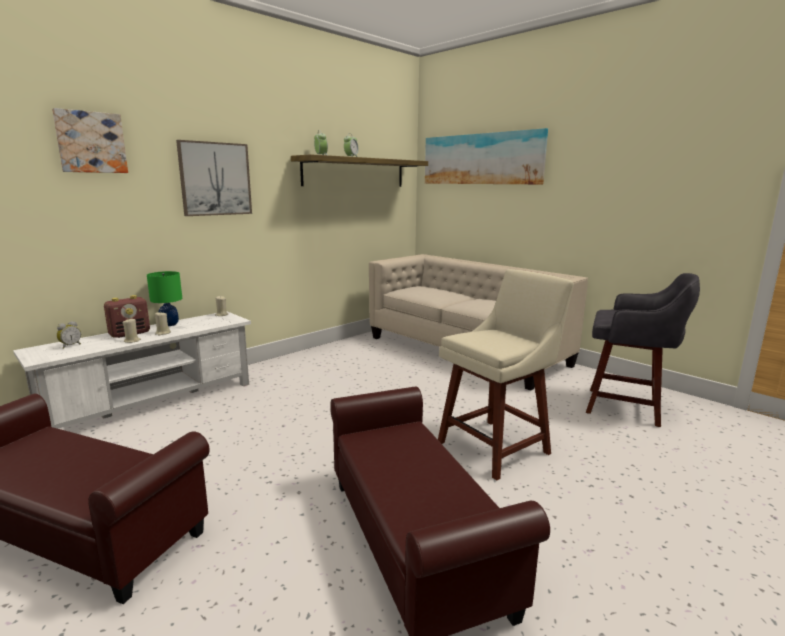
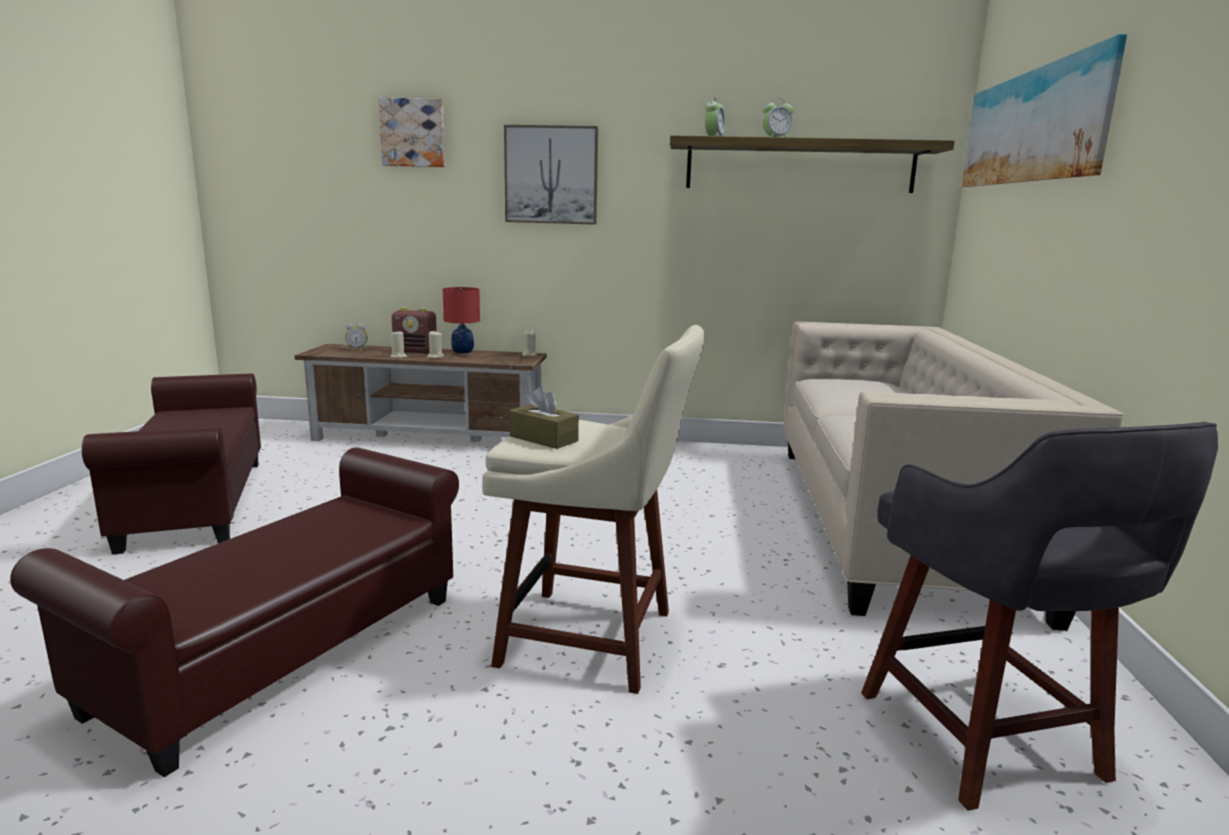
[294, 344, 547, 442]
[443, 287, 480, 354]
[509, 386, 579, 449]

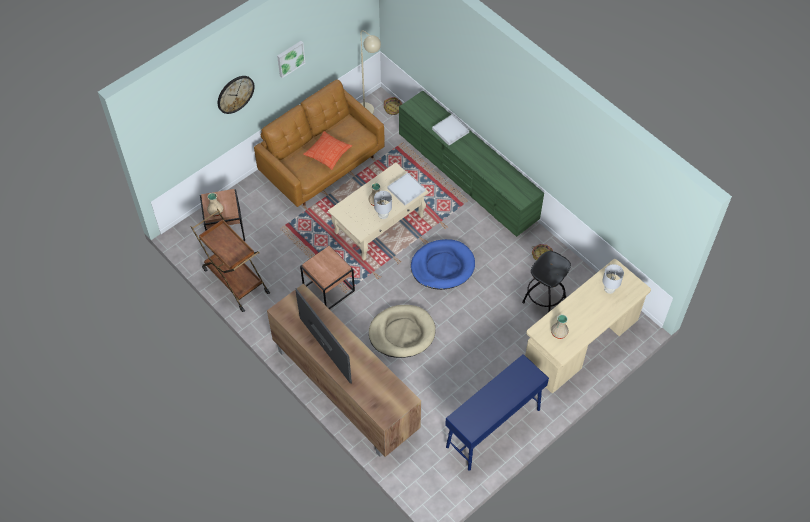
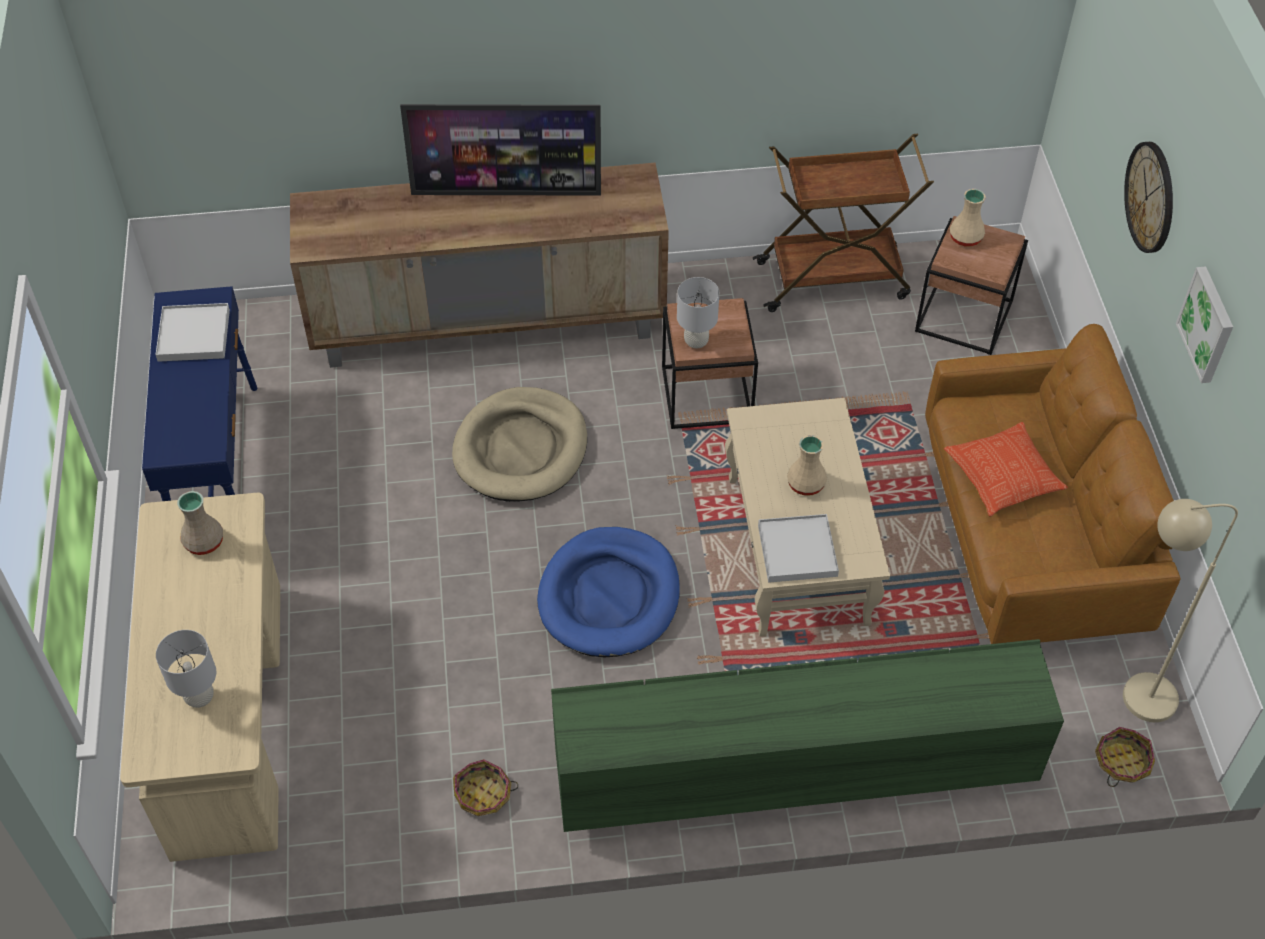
[155, 303, 230, 362]
[677, 277, 719, 348]
[522, 251, 571, 312] (first image)

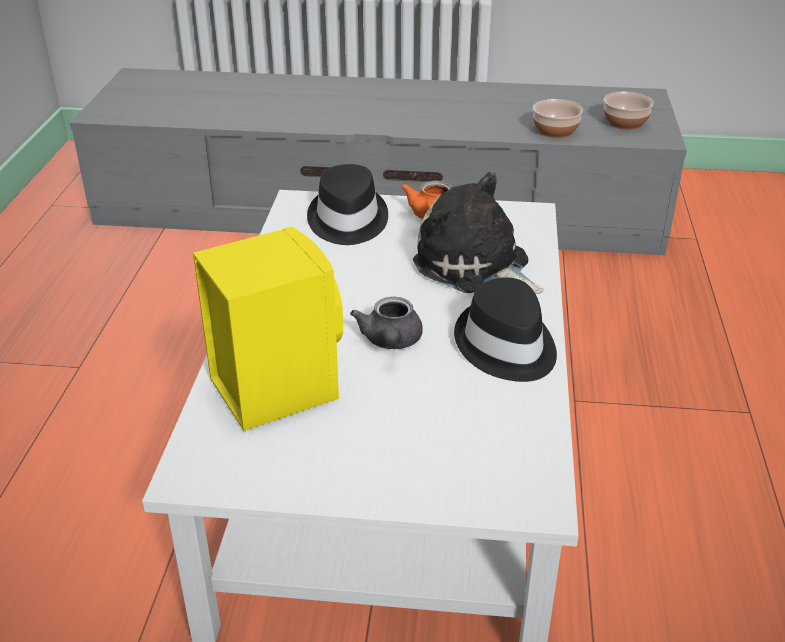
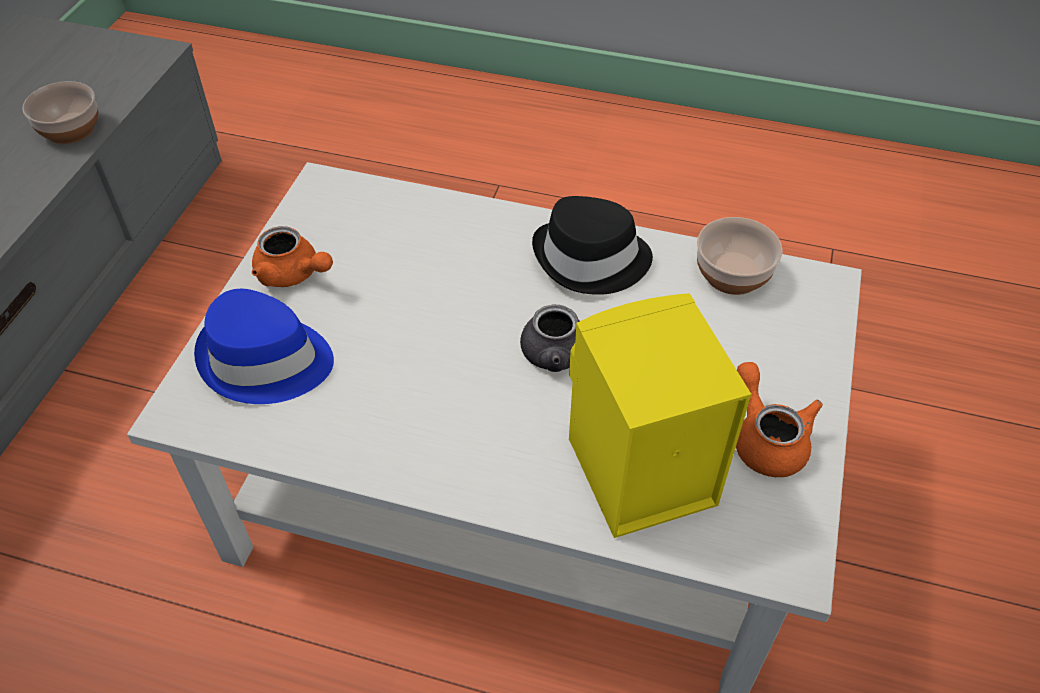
[194, 289, 334, 404]
[697, 217, 783, 295]
[736, 362, 823, 477]
[413, 172, 544, 293] (first image)

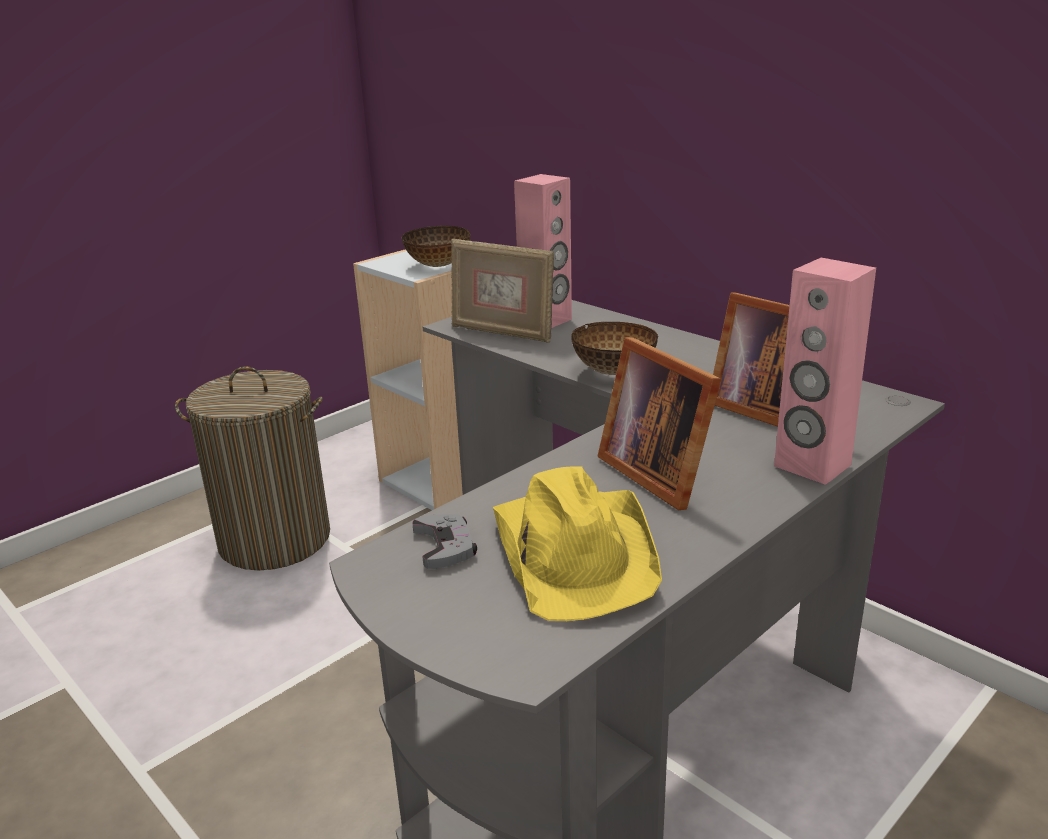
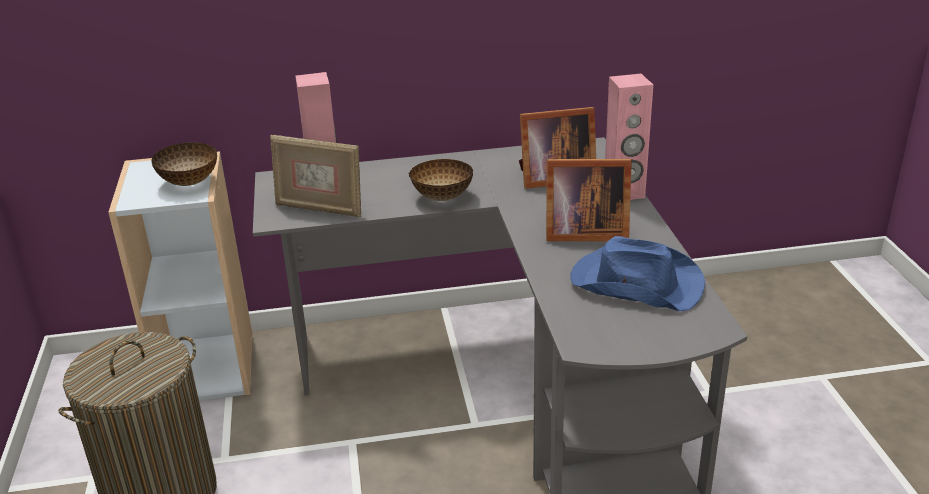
[270, 135, 361, 217]
[570, 236, 705, 312]
[413, 514, 477, 569] (first image)

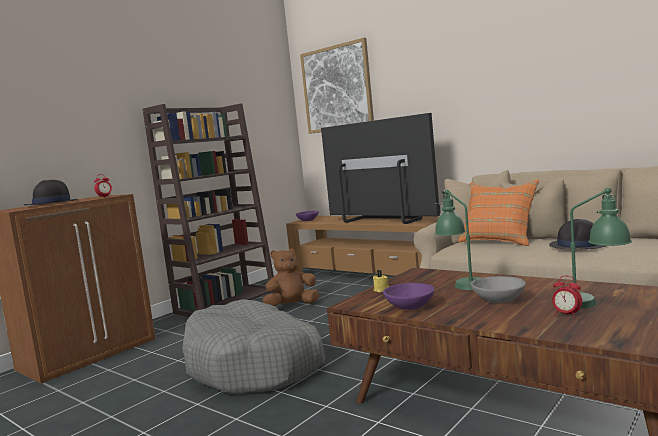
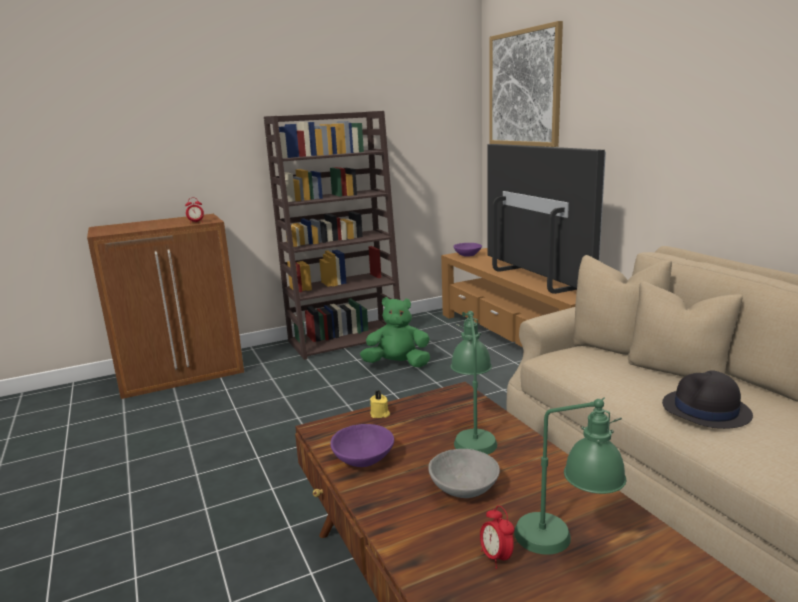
[360, 297, 430, 367]
[24, 180, 77, 205] (first image)
[182, 299, 325, 394] (first image)
[458, 180, 539, 246] (first image)

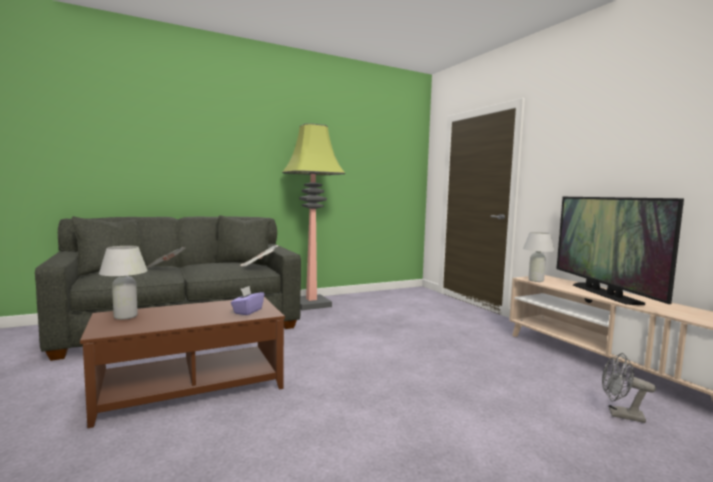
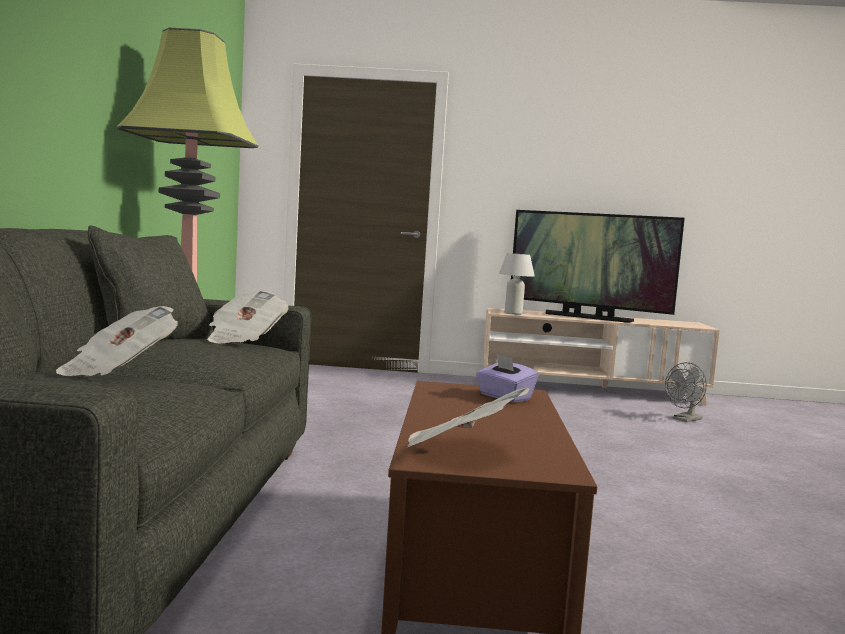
[406, 388, 529, 448]

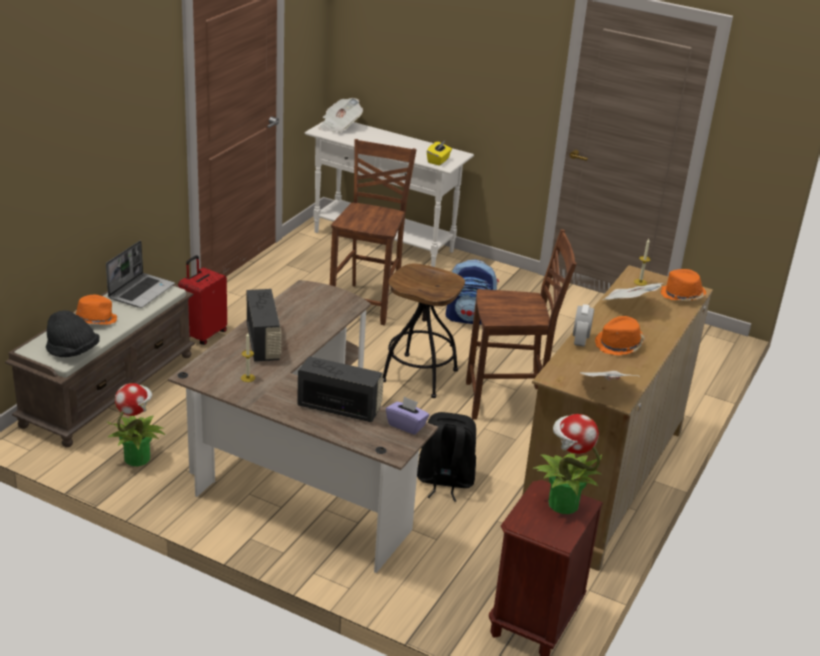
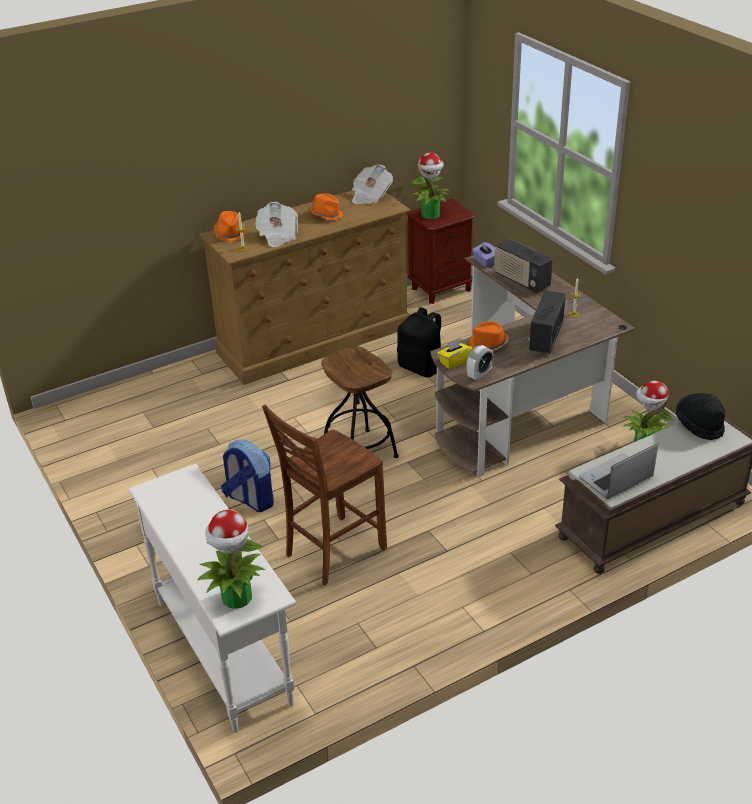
[197, 510, 265, 609]
[437, 339, 472, 369]
[467, 345, 494, 381]
[468, 321, 509, 351]
[178, 255, 227, 345] (first image)
[466, 229, 577, 420] (first image)

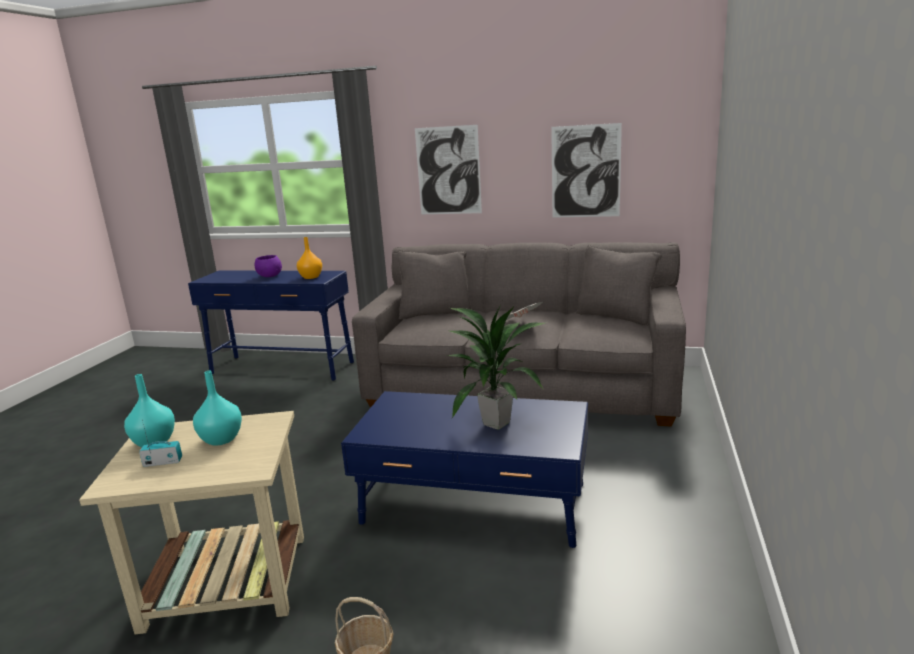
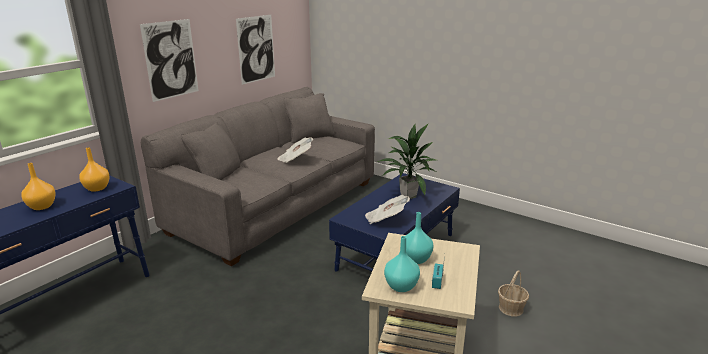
[21, 163, 56, 210]
[365, 195, 410, 224]

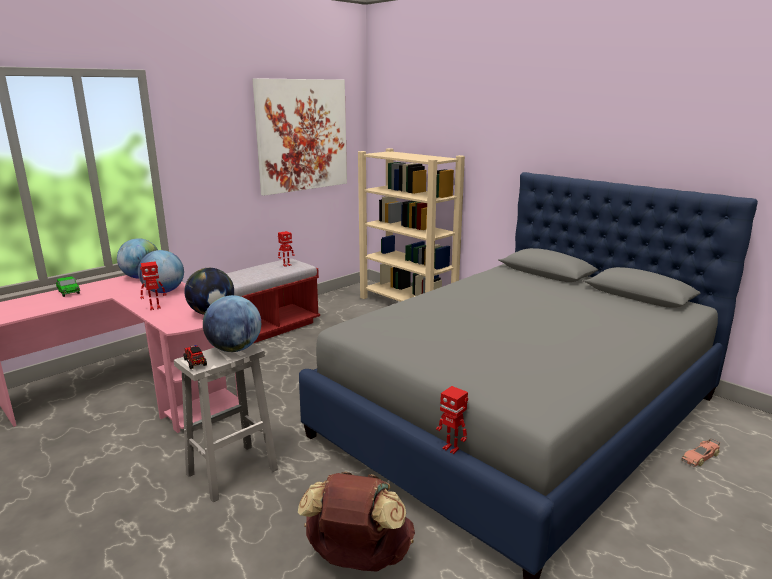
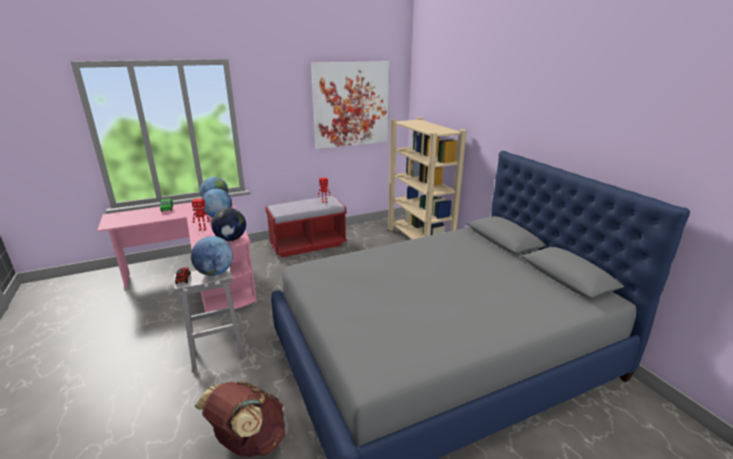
[436, 386, 468, 454] (first image)
[681, 438, 720, 467] (first image)

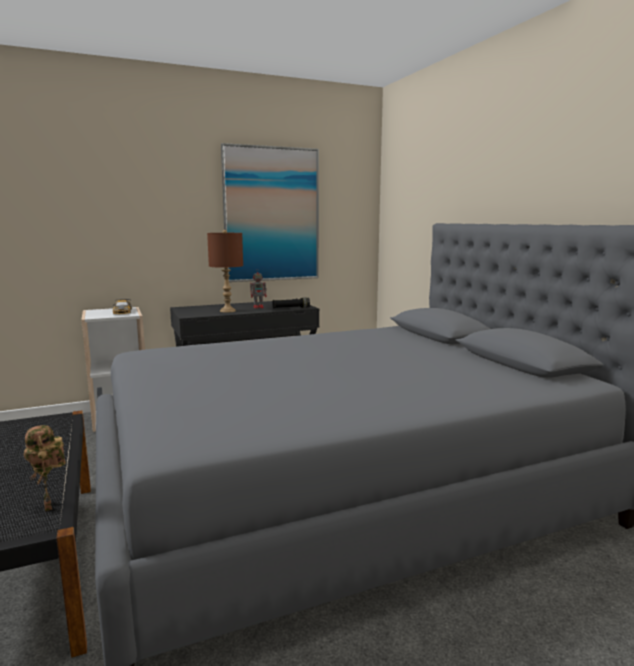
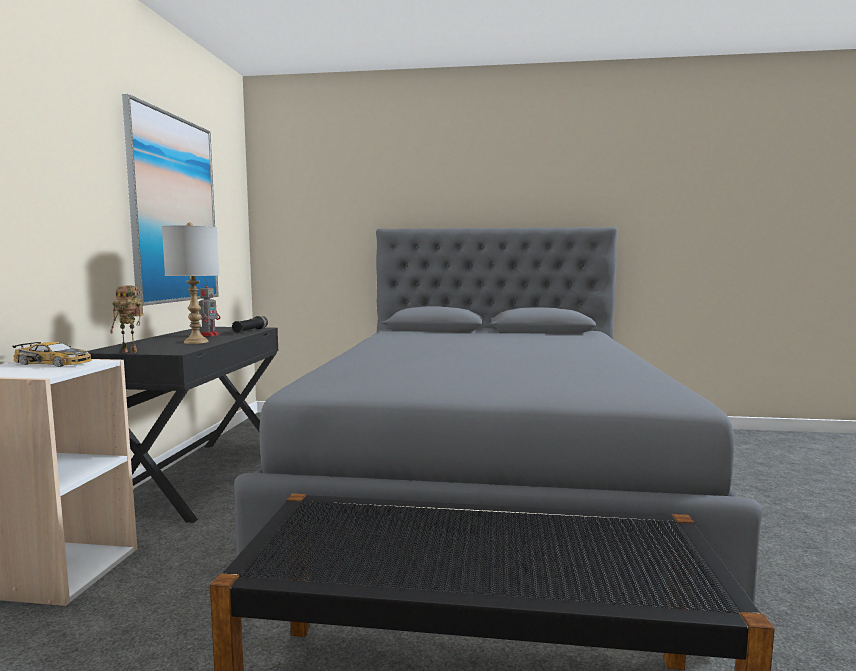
[110, 285, 144, 353]
[162, 222, 219, 344]

